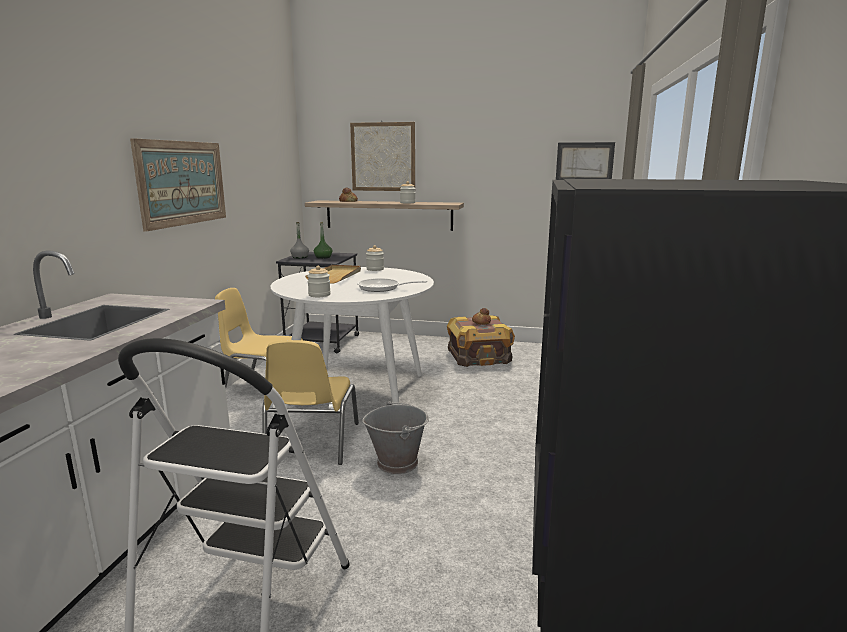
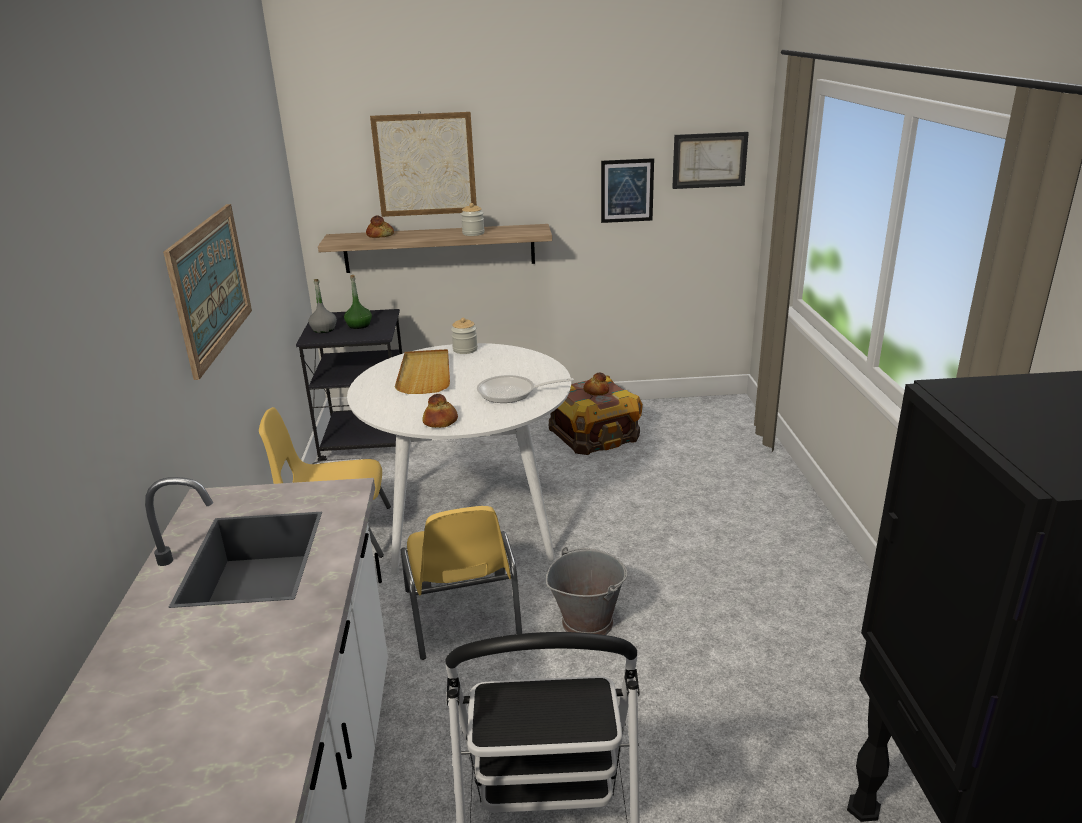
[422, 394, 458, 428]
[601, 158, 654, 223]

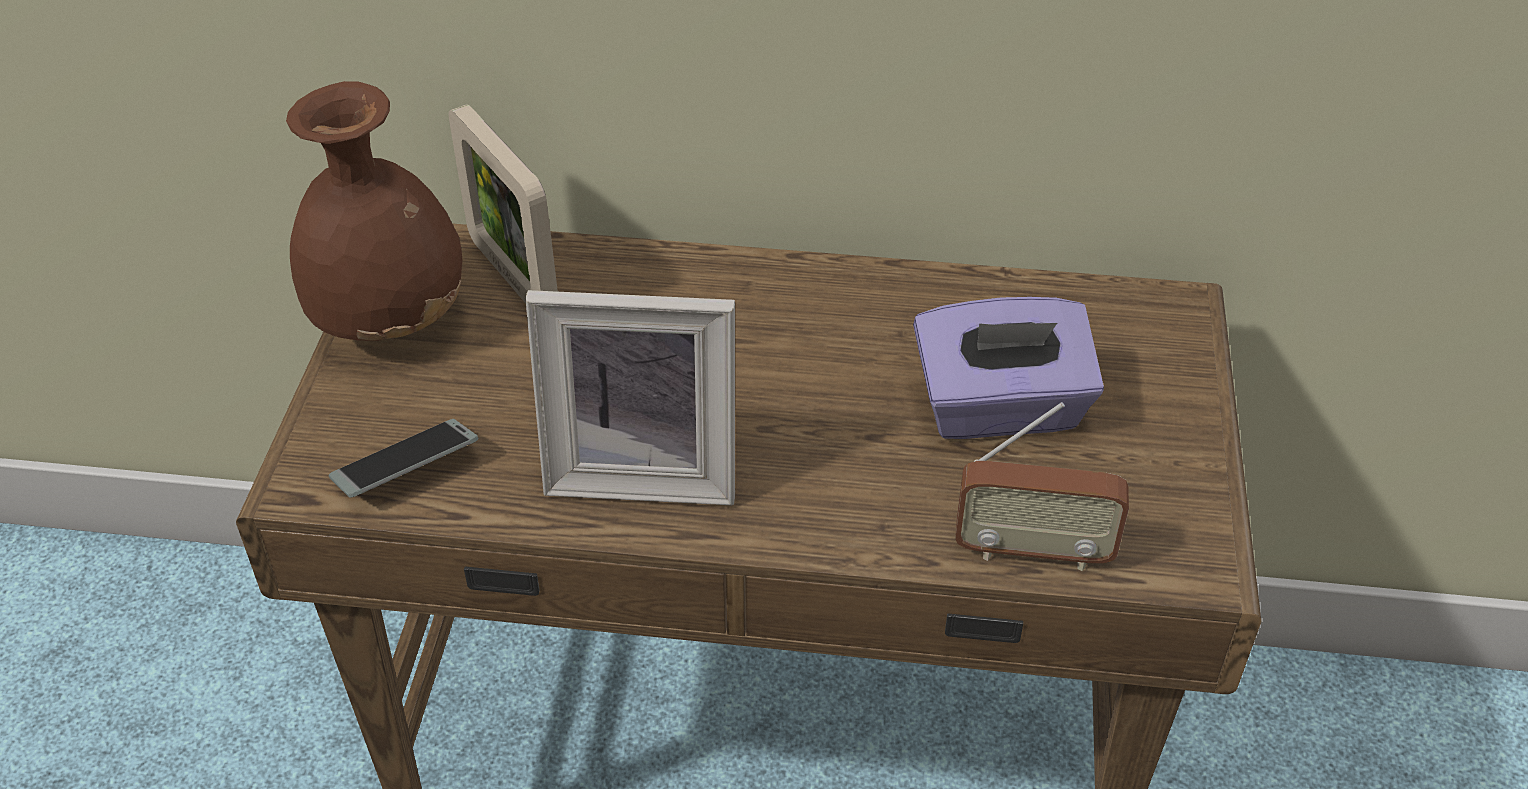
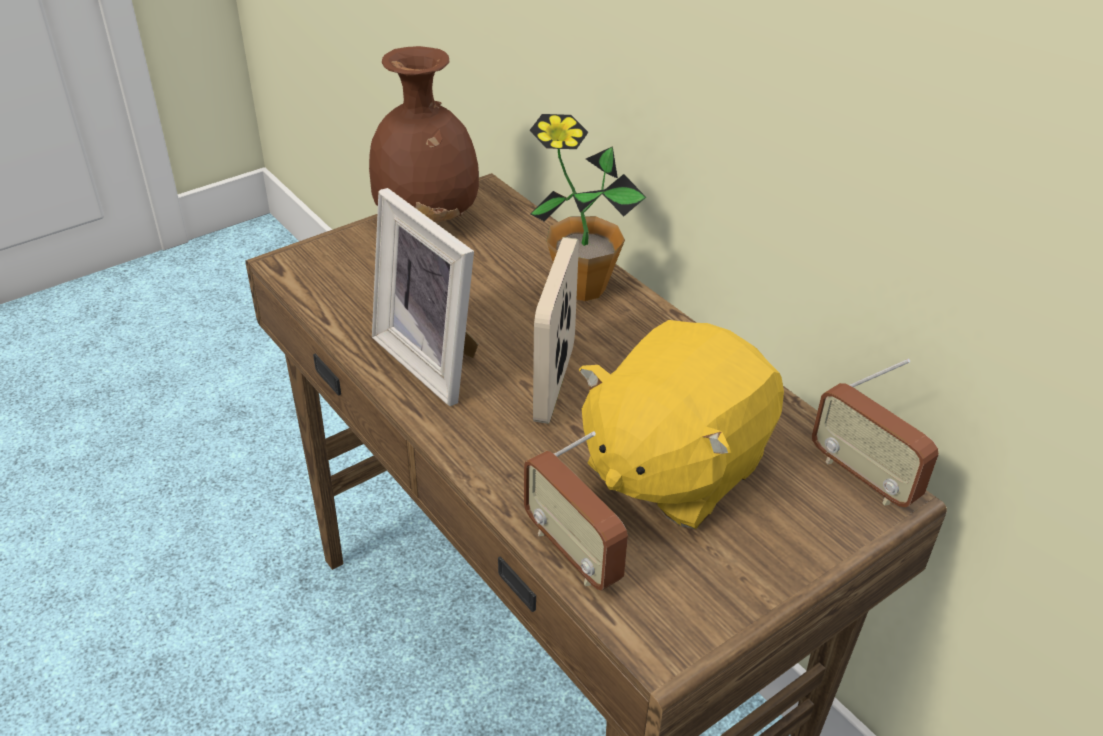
[529, 114, 646, 301]
[533, 237, 579, 424]
[579, 320, 784, 529]
[812, 359, 939, 508]
[329, 419, 478, 498] (first image)

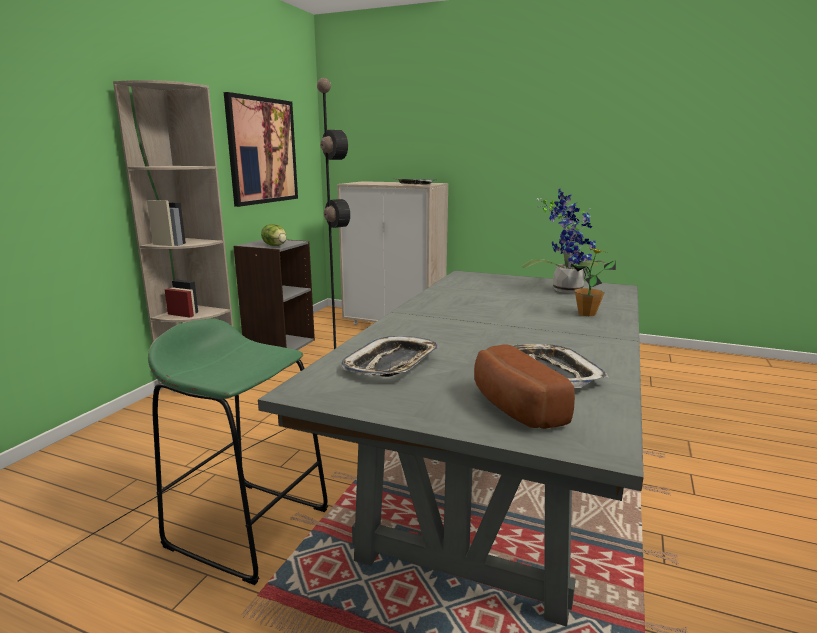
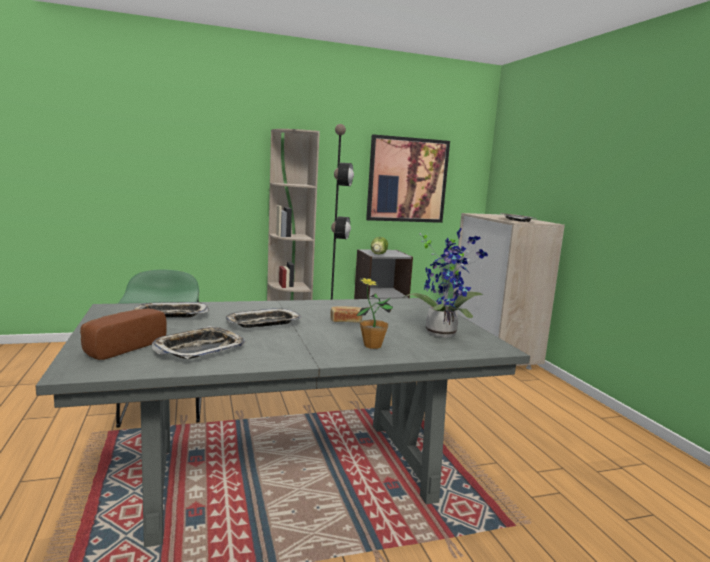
[226, 308, 302, 328]
[330, 306, 362, 323]

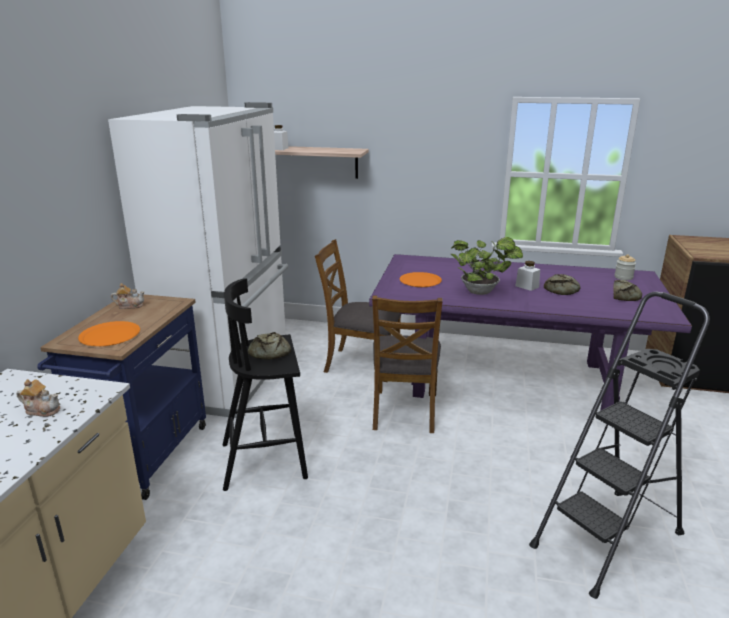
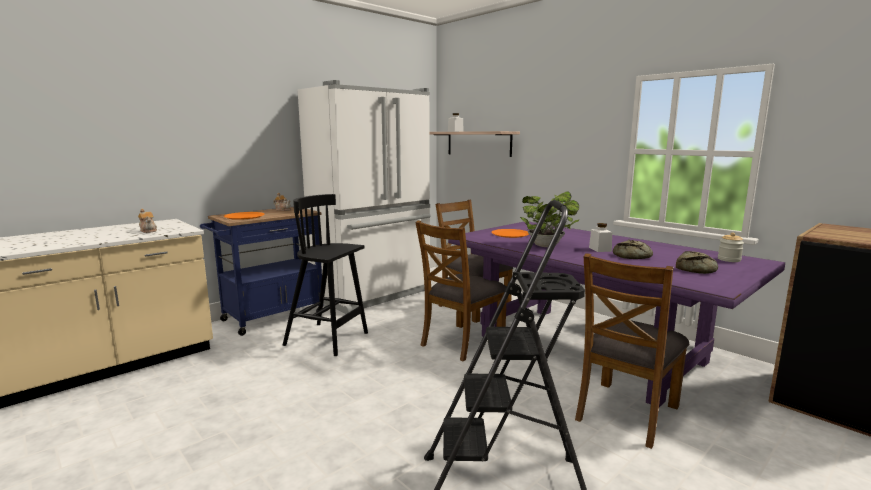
[575, 253, 689, 449]
[248, 332, 291, 359] (first image)

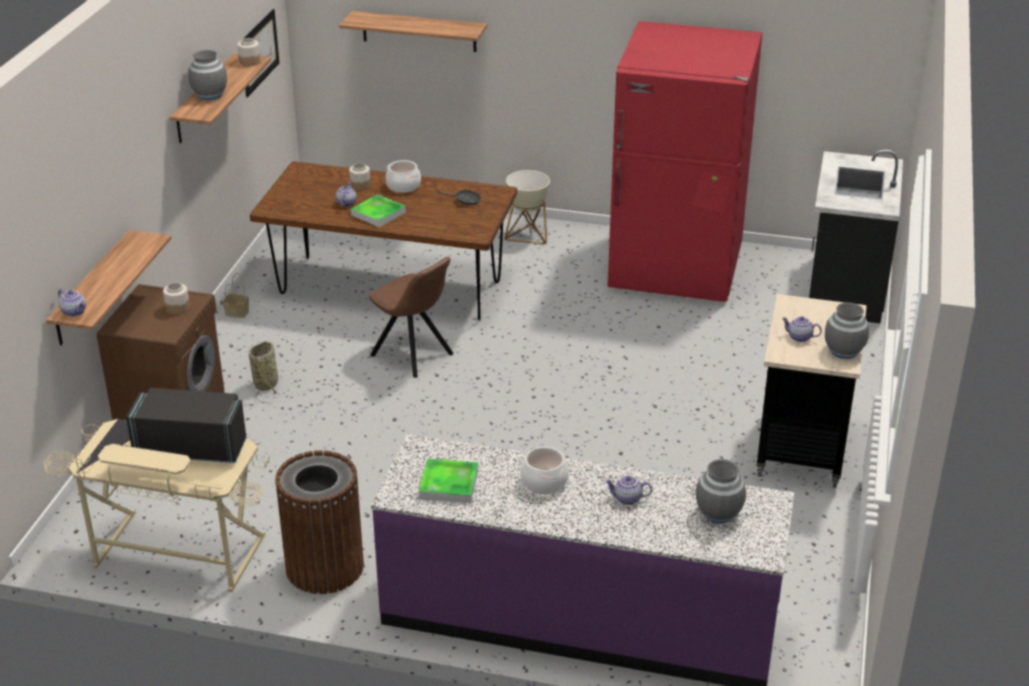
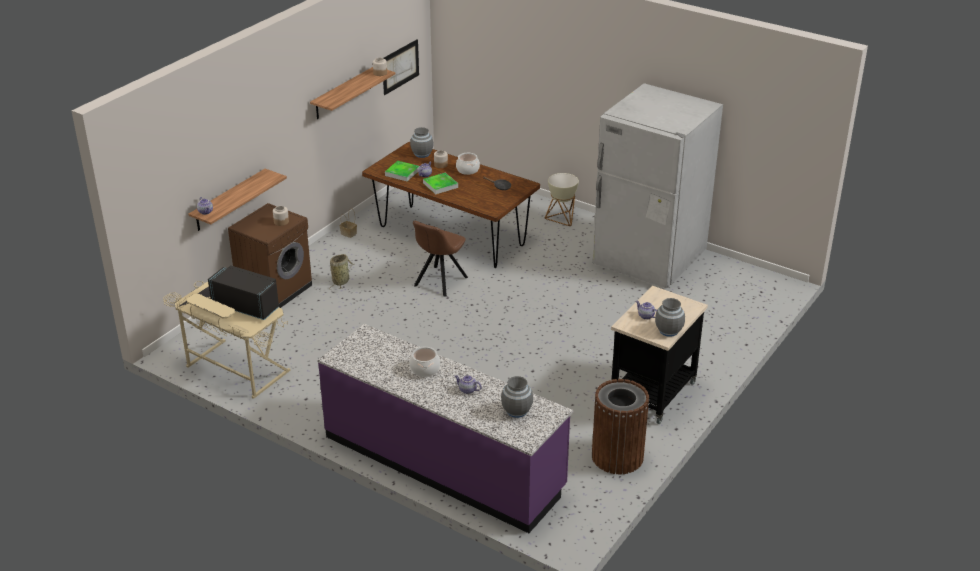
[385, 161, 419, 181]
[410, 127, 434, 158]
[413, 221, 468, 297]
[592, 83, 723, 288]
[592, 379, 649, 474]
[339, 11, 487, 52] (first image)
[809, 149, 903, 323] (first image)

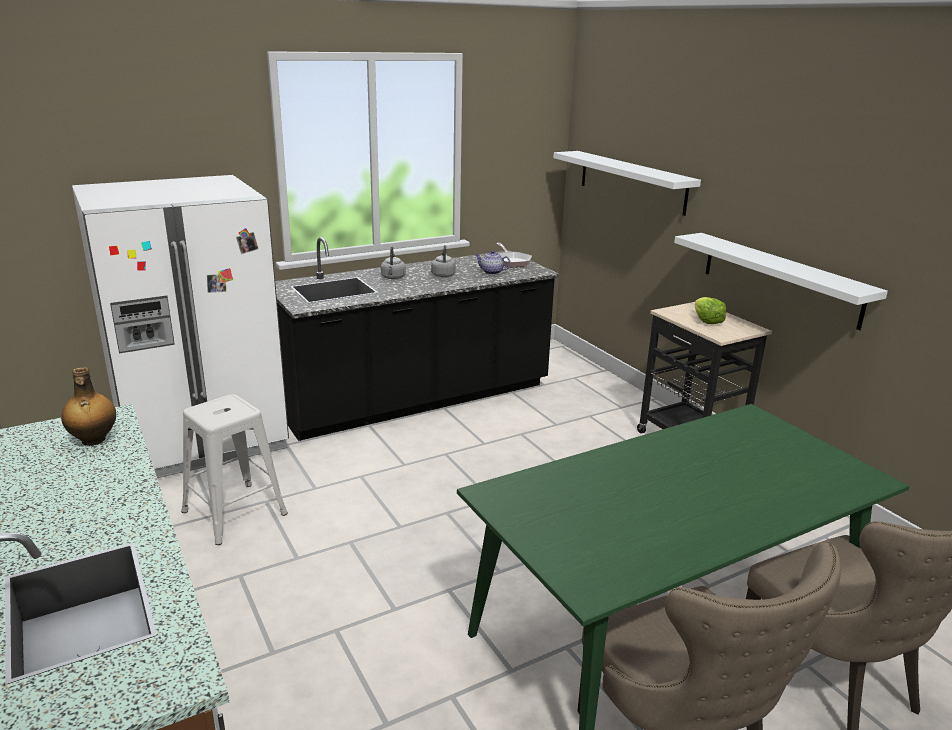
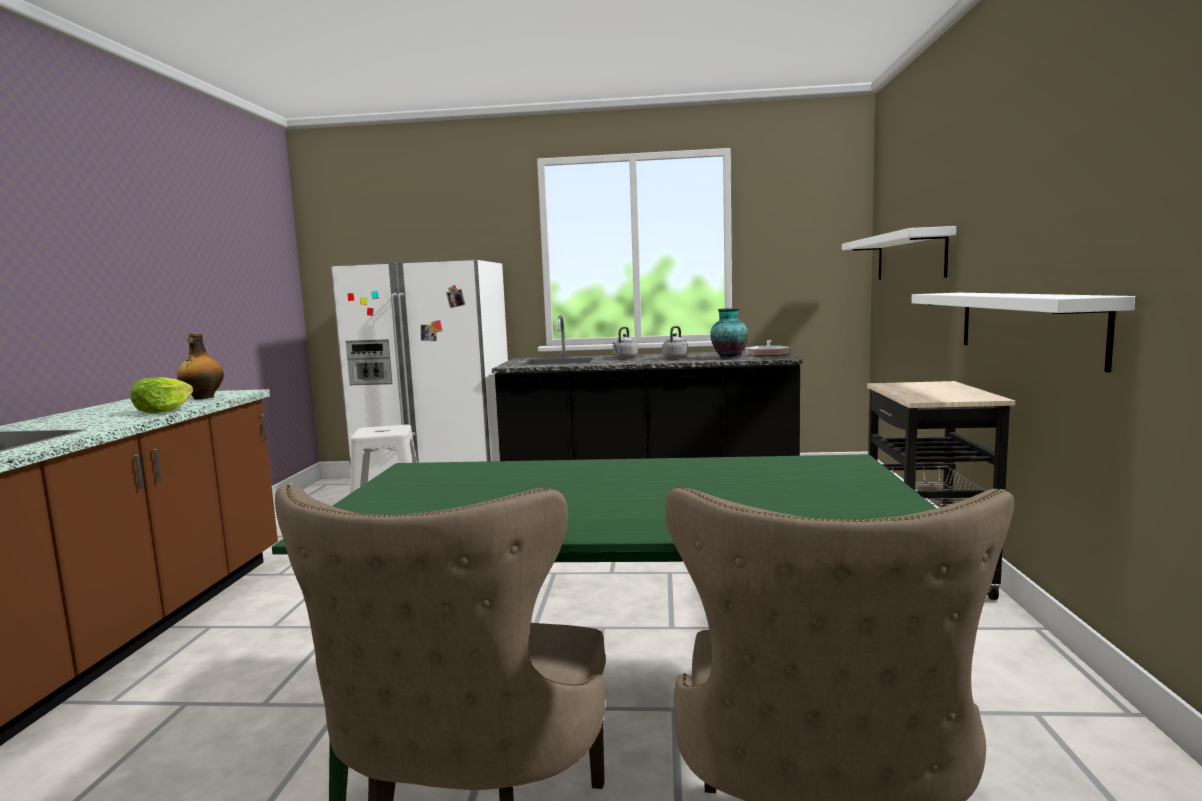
[130, 377, 193, 413]
[710, 308, 748, 359]

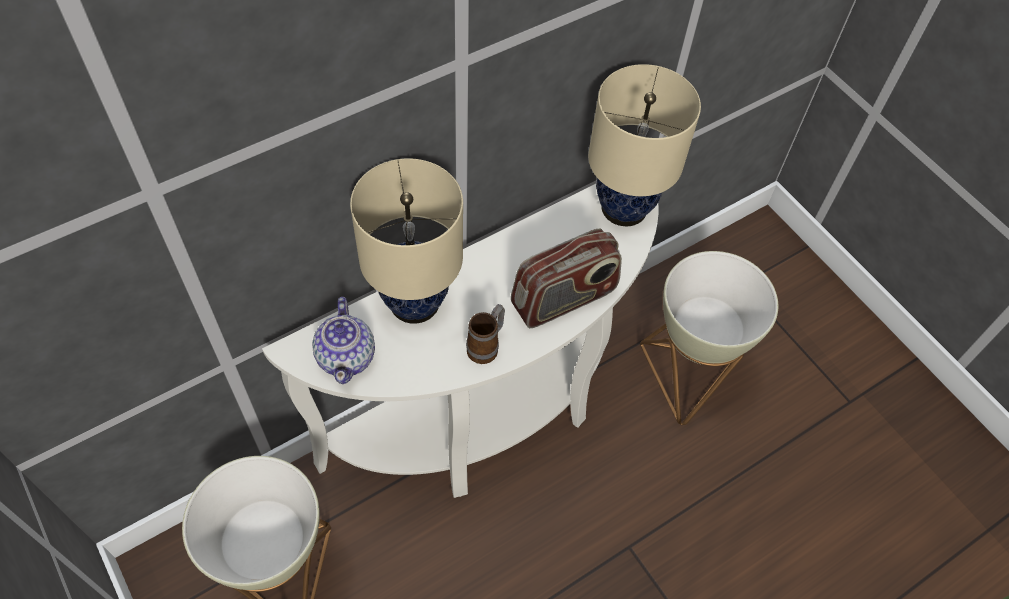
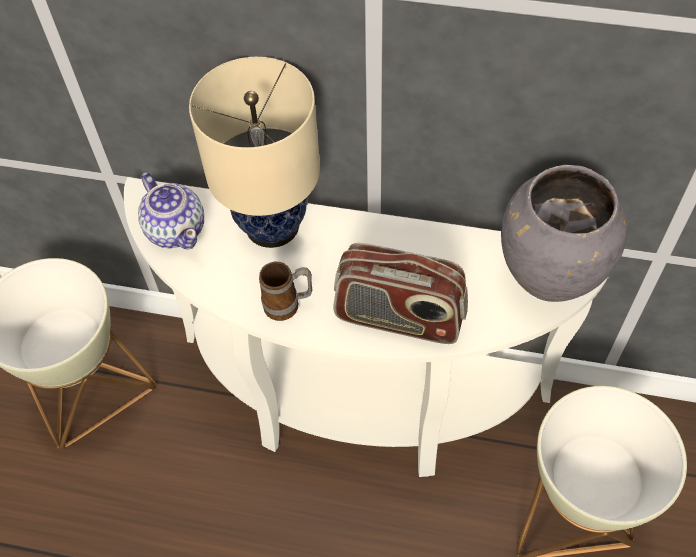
[138, 172, 204, 249]
[501, 165, 628, 302]

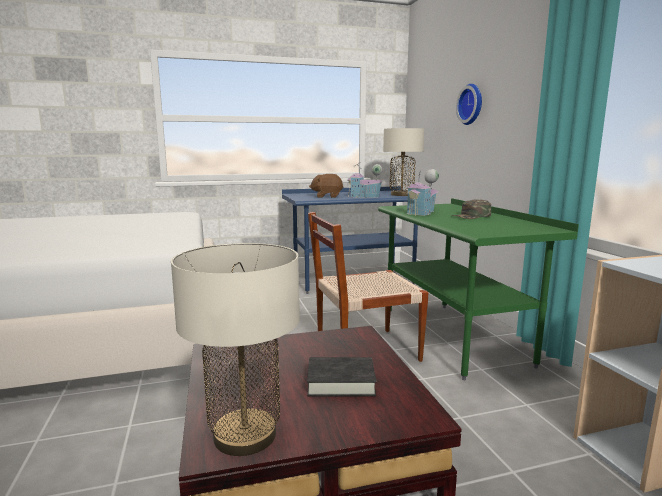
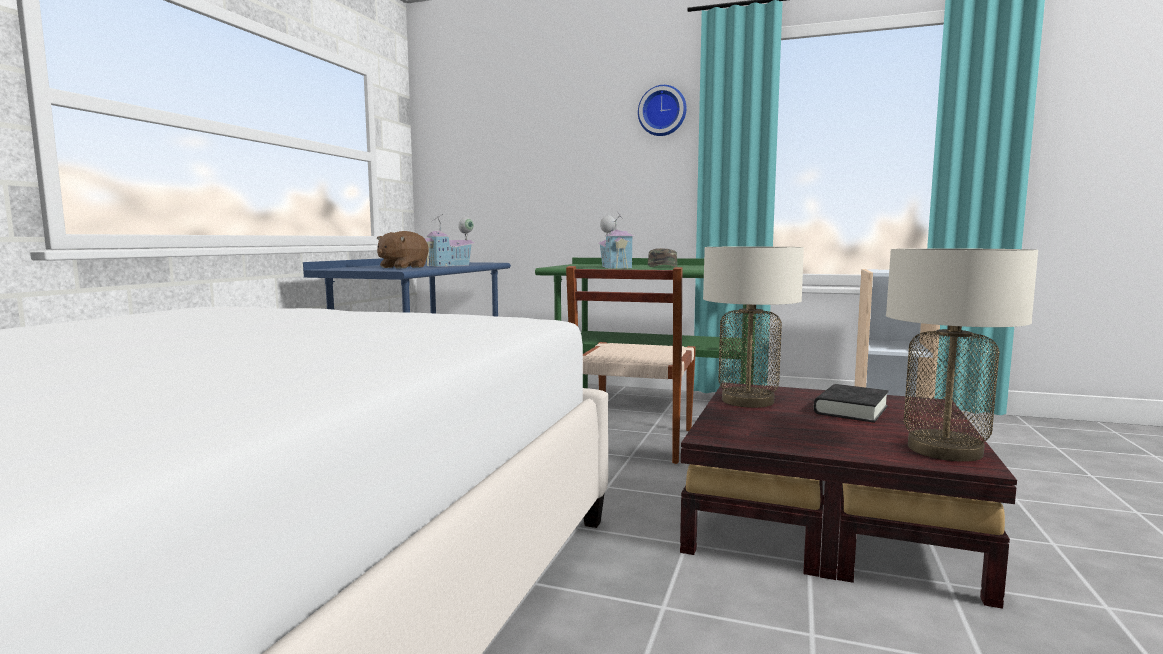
[638, 85, 686, 136]
[703, 247, 804, 408]

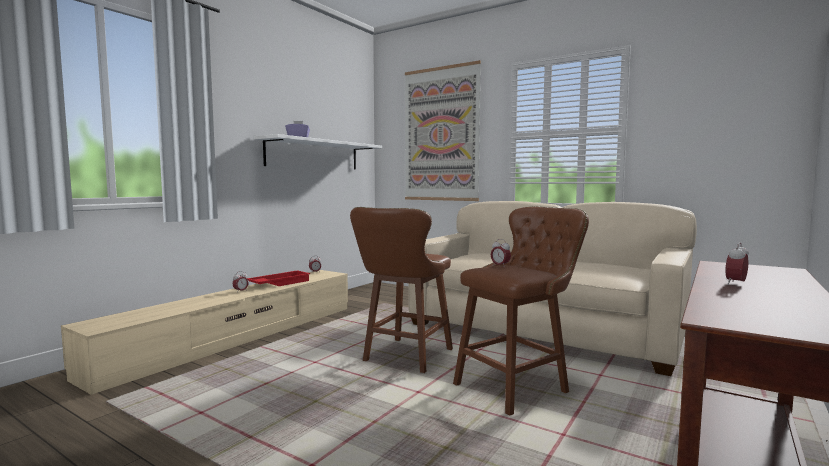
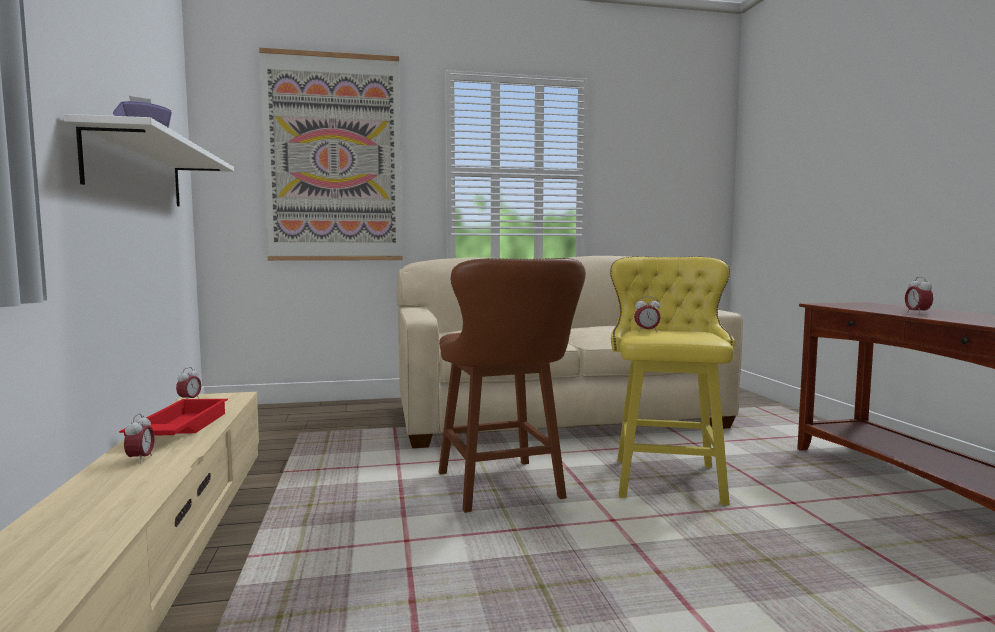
[610, 256, 735, 506]

